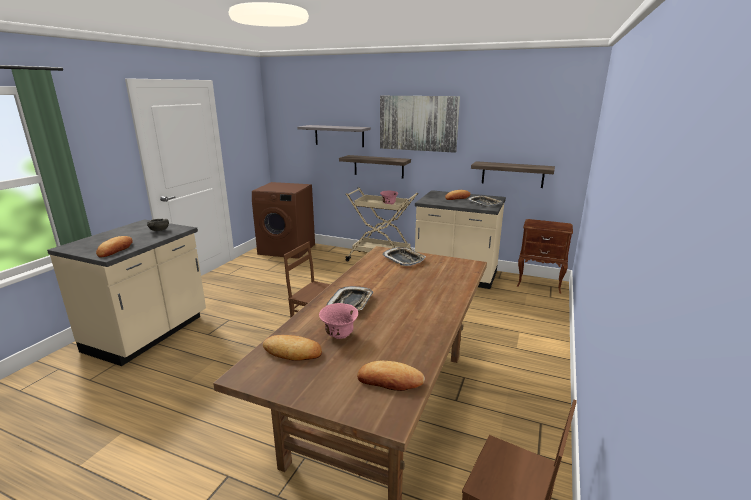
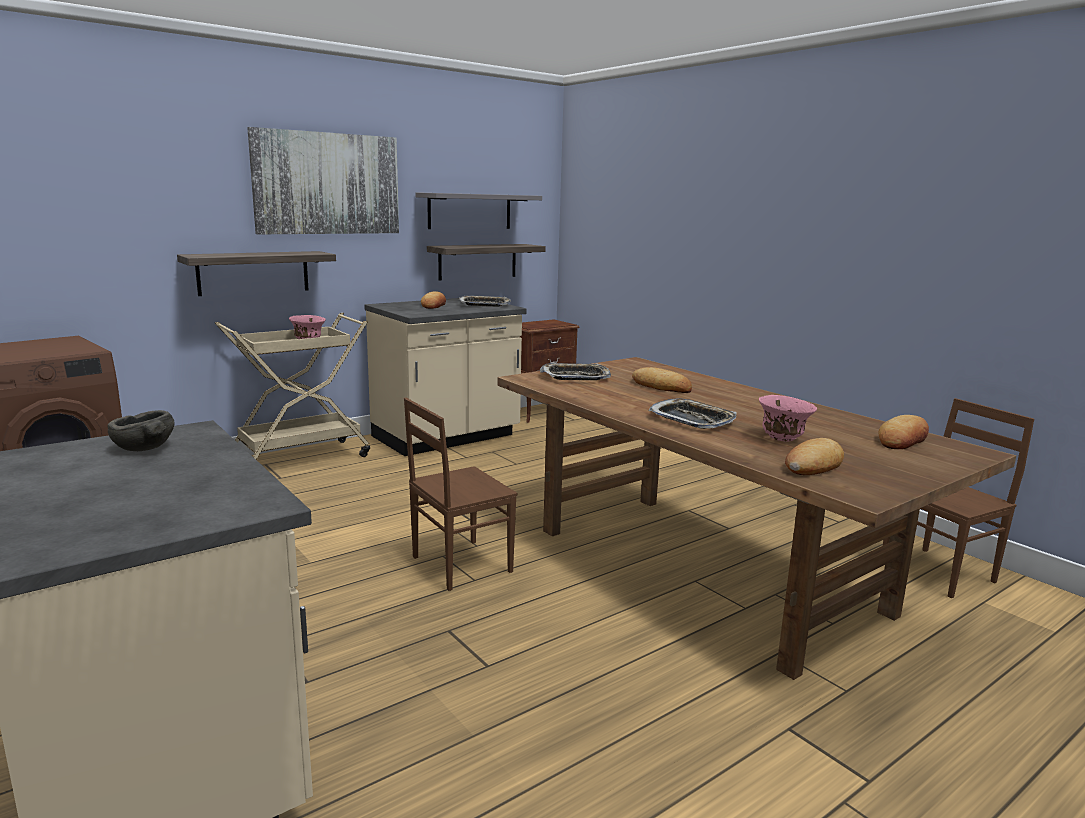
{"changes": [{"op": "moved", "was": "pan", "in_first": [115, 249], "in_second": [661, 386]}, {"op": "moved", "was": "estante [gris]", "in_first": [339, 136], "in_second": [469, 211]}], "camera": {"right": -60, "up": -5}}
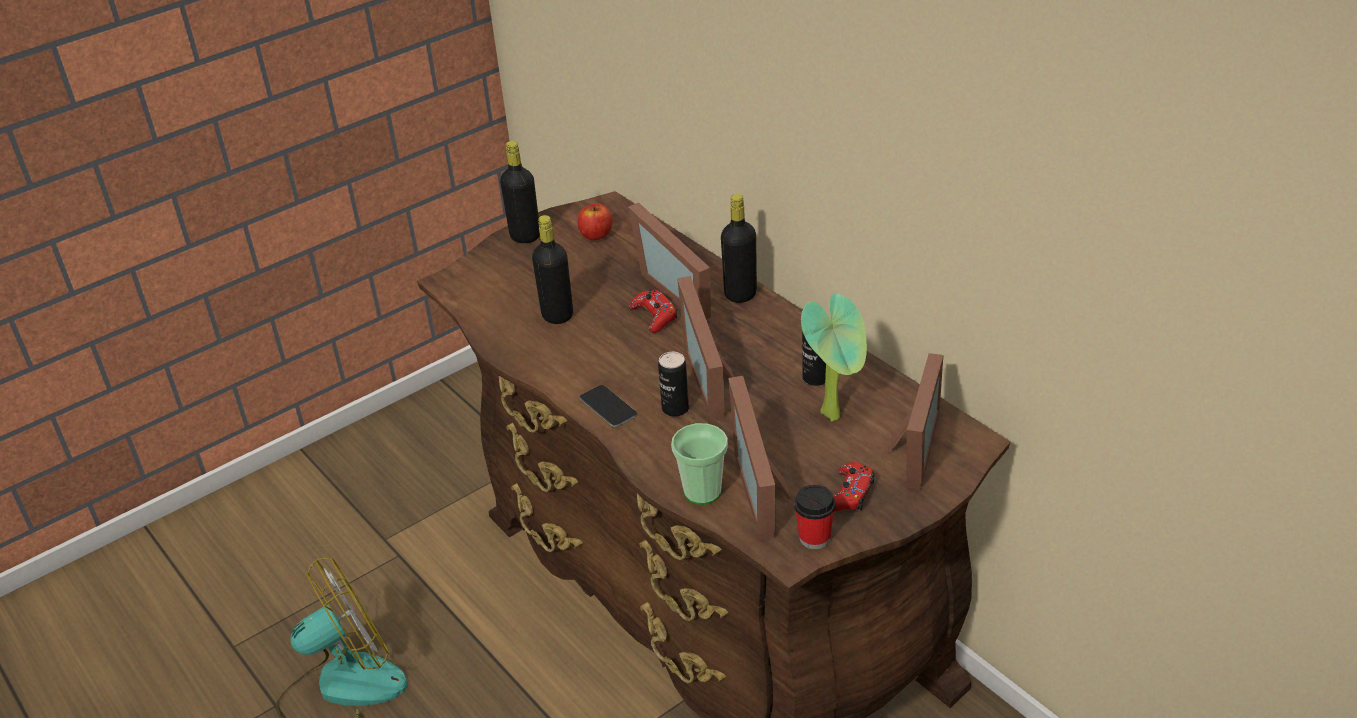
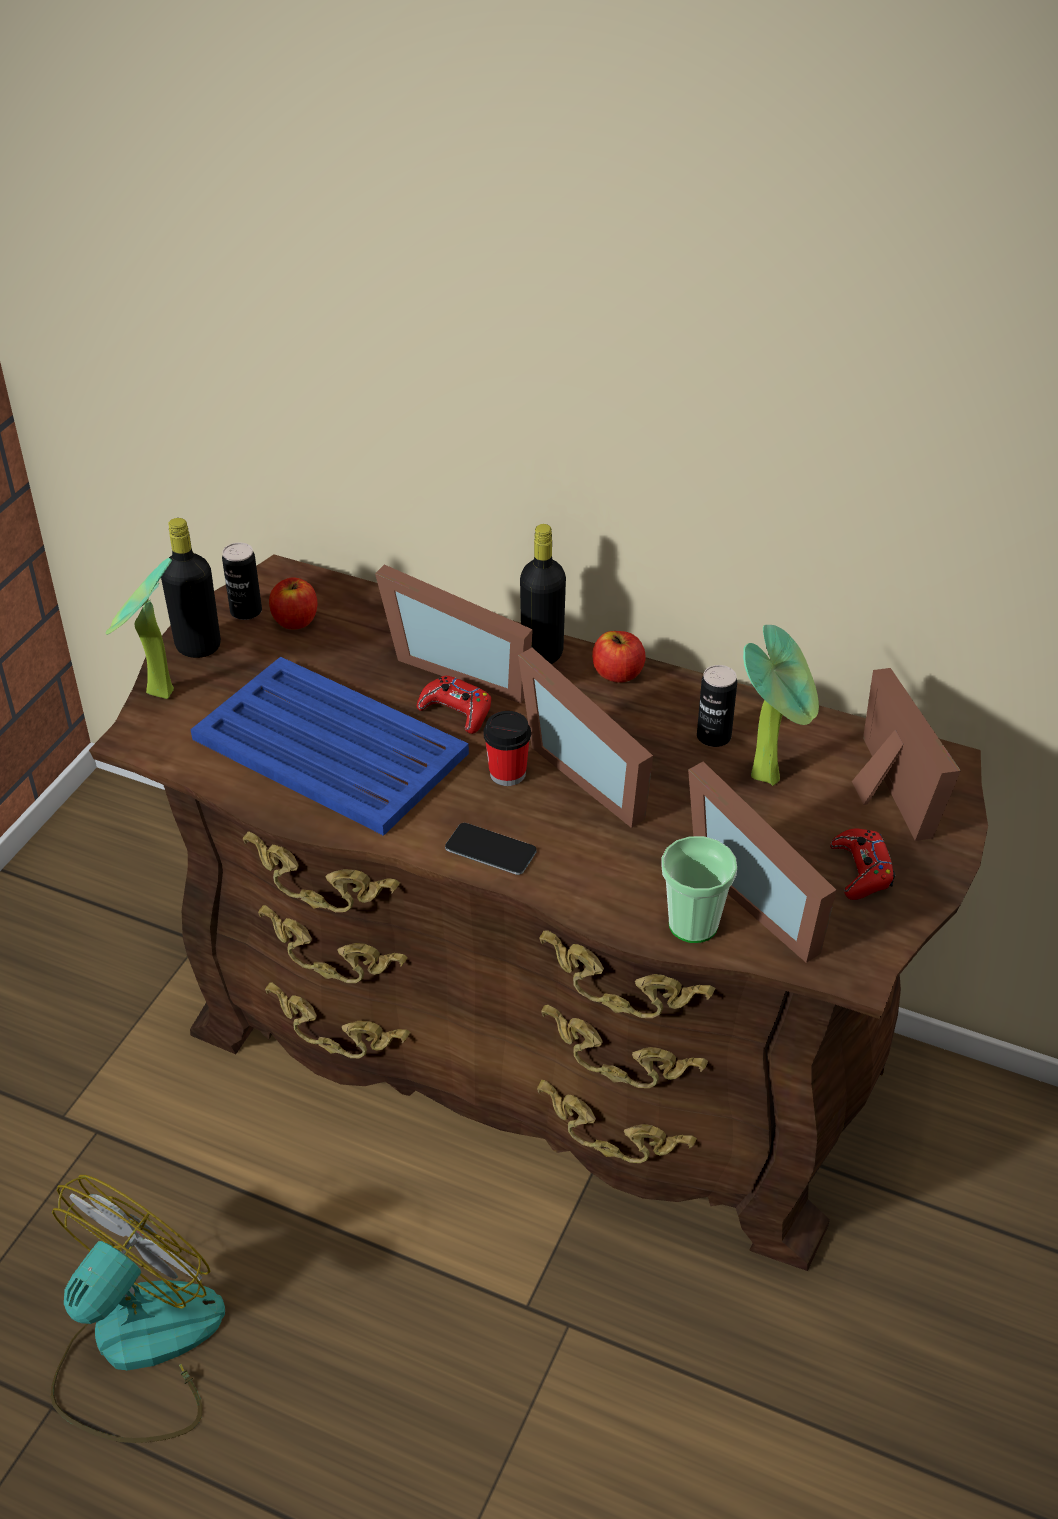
{"changes": [{"op": "added", "now": "planta en maceta", "in_second": [155, 696]}, {"op": "added", "now": "manzana", "in_second": [618, 674]}, {"op": "moved", "was": "lata", "in_first": [675, 409], "in_second": [246, 611]}, {"op": "moved", "was": "taza", "in_first": [814, 538], "in_second": [507, 773]}, {"op": "replaced", "was": "botella [negro]", "now": "bandeja [azul]", "in_first": [557, 315], "in_second": [328, 745]}], "camera": {"right": -30, "up": 5}}
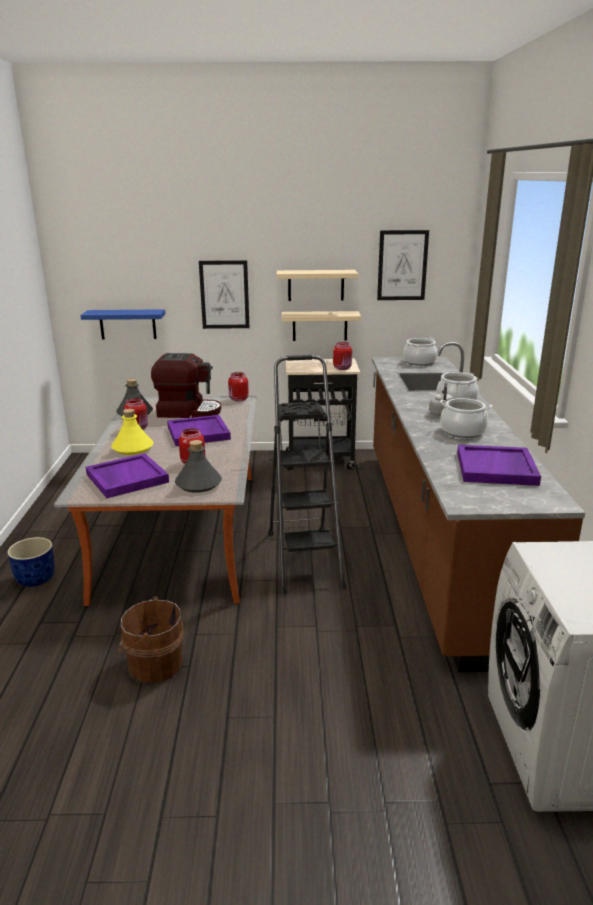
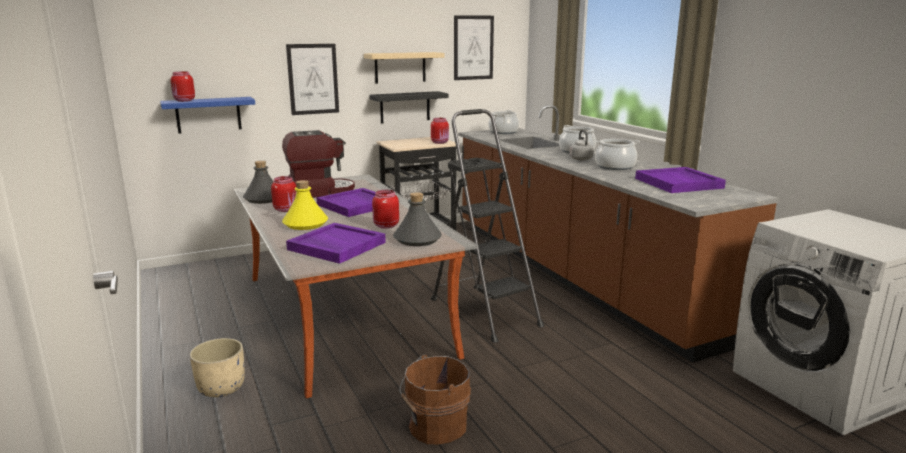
{"changes": [{"op": "moved", "was": "tarro [rojo]", "in_first": [238, 399], "in_second": [184, 100]}, {"op": "recoloured", "was": "maceta [azul]", "now": "maceta [beis]", "in_first": [35, 578], "in_second": [221, 388]}, {"op": "recoloured", "was": "estante [beis]", "now": "estante [negro]", "in_first": [320, 326], "in_second": [405, 107]}], "camera": {"right": -25, "up": -5}}
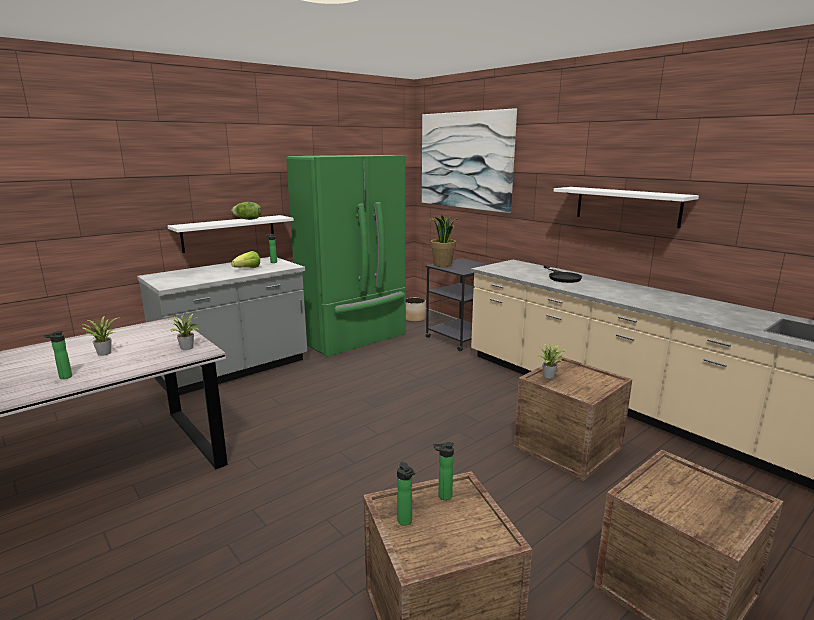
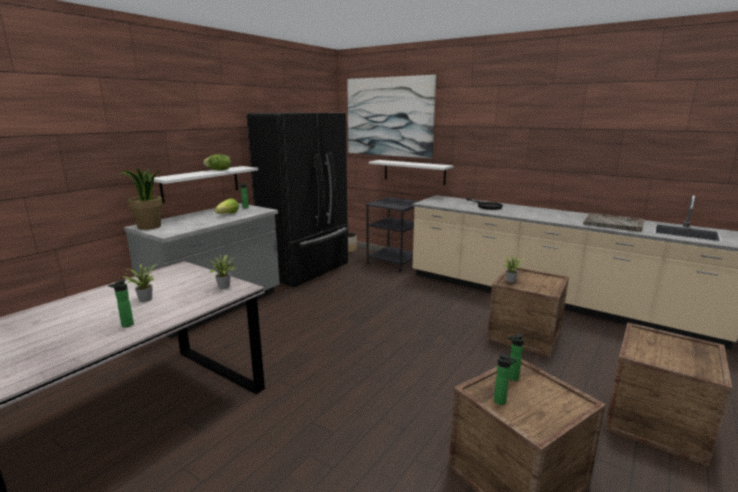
{"changes": [{"op": "added", "now": "bandeja [gris]", "in_second": [614, 223]}, {"op": "moved", "was": "planta en maceta", "in_first": [442, 265], "in_second": [149, 227]}, {"op": "moved", "was": "estante [blanco]", "in_first": [627, 206], "in_second": [414, 172]}, {"op": "recoloured", "was": "nevera [verde]", "now": "nevera [negro]", "in_first": [356, 338], "in_second": [309, 270]}], "camera": {"right": -15, "up": 0}}
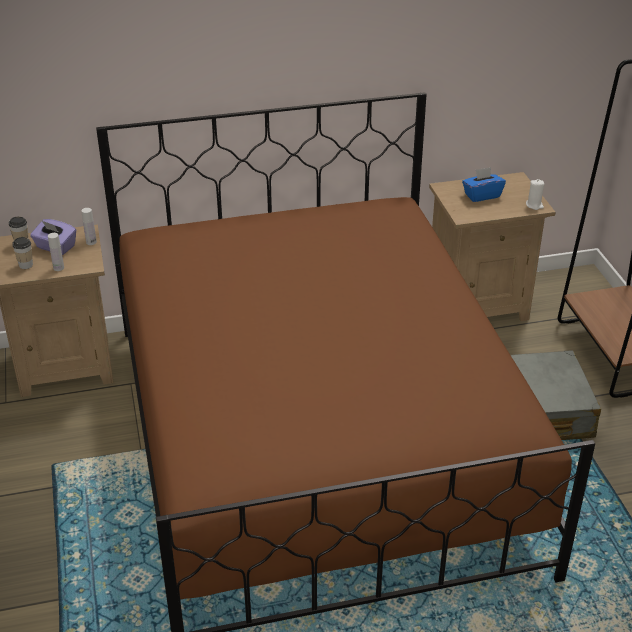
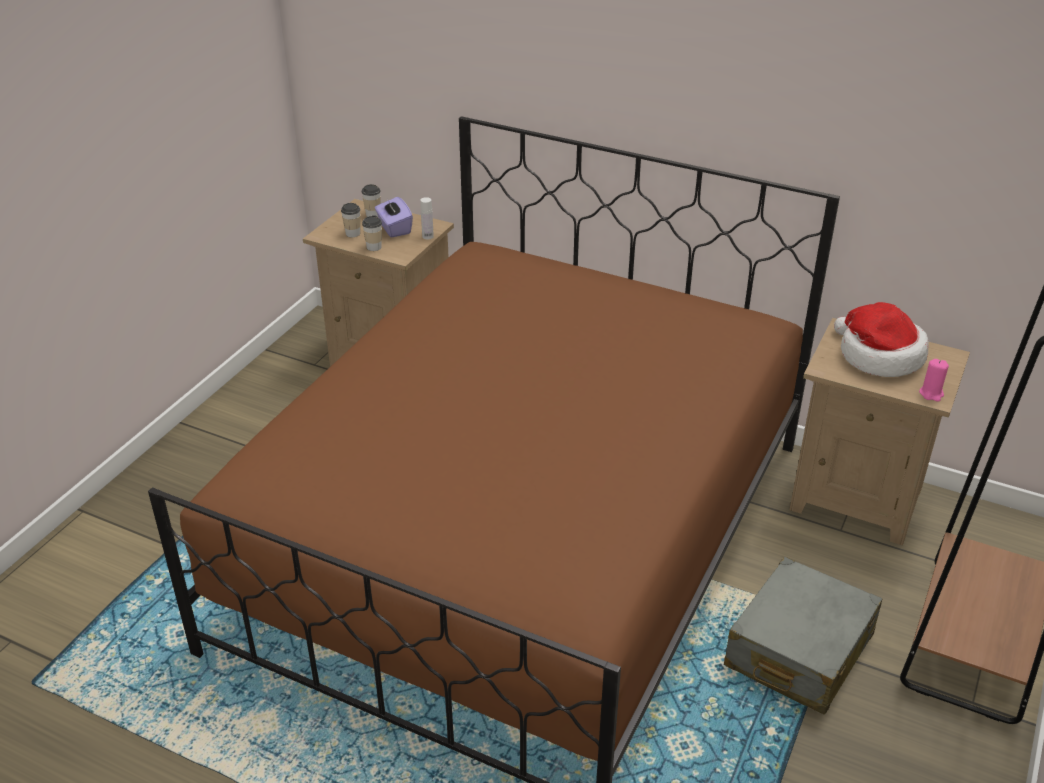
{"changes": [{"op": "replaced", "was": "botella [blanco]", "now": "taza", "in_first": [58, 268], "in_second": [374, 247]}, {"op": "replaced", "was": "caja de pañuelos [azul]", "now": "sombrero", "in_first": [482, 195], "in_second": [878, 356]}, {"op": "recoloured", "was": "vela [blanco]", "now": "vela [rosa]", "in_first": [534, 205], "in_second": [931, 394]}], "camera": {"right": 40, "up": 0}}
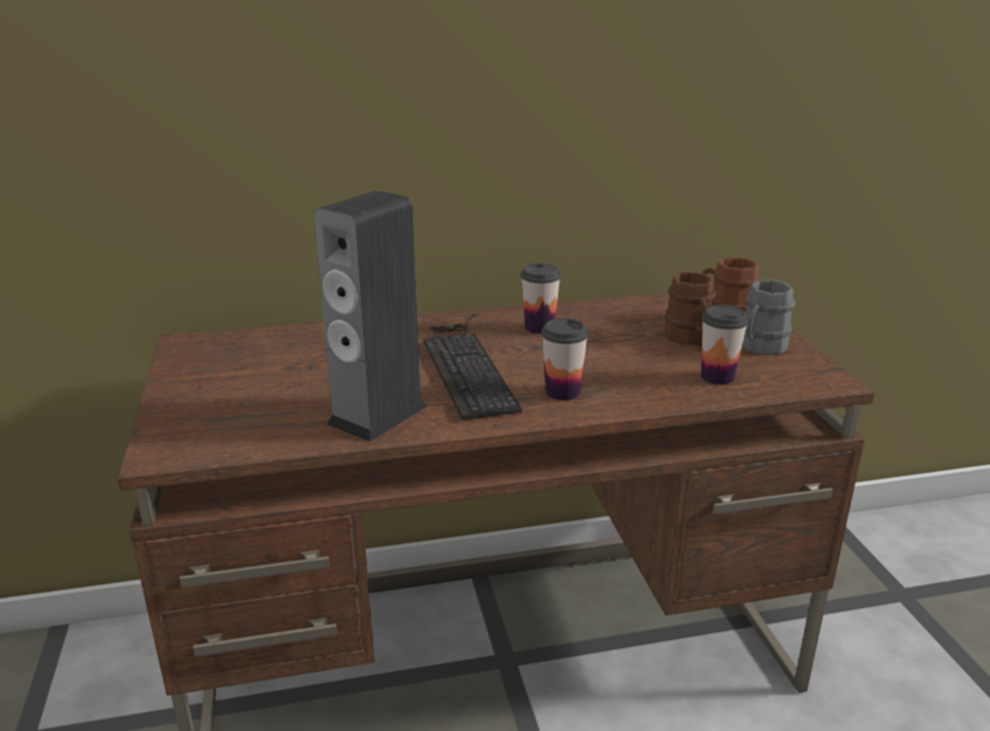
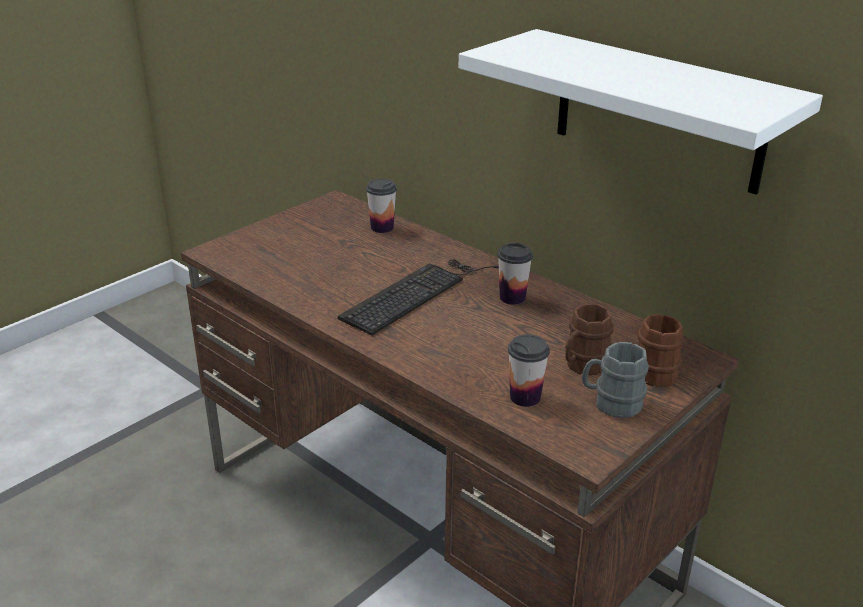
{"changes": [{"op": "removed", "was": "altavoz", "in_first": [377, 415]}, {"op": "added", "now": "estante [blanco]", "in_second": [658, 111]}, {"op": "moved", "was": "taza", "in_first": [562, 392], "in_second": [382, 227]}], "camera": {"right": 55, "up": 5}}
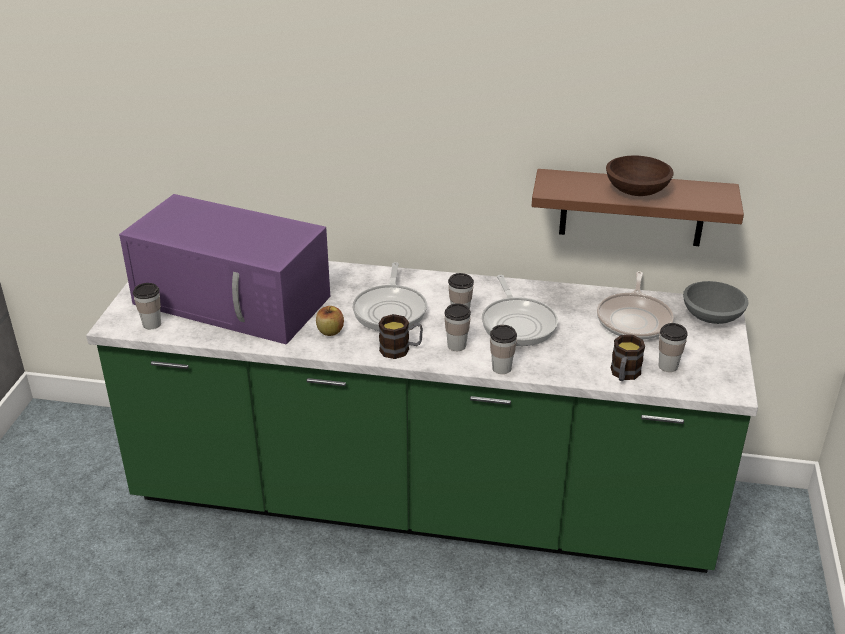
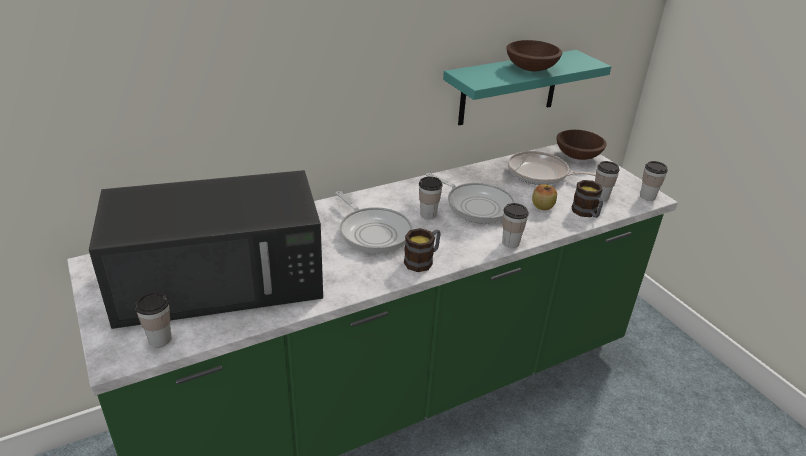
{"changes": [{"op": "moved", "was": "manzana", "in_first": [330, 331], "in_second": [542, 206]}, {"op": "moved", "was": "taza", "in_first": [456, 346], "in_second": [647, 196]}, {"op": "recoloured", "was": "microondas [morado]", "now": "microondas [negro]", "in_first": [235, 300], "in_second": [222, 279]}, {"op": "recoloured", "was": "estante [marrón]", "now": "estante [turquesa]", "in_first": [632, 208], "in_second": [509, 88]}, {"op": "recoloured", "was": "cuenco [gris]", "now": "cuenco [marrón]", "in_first": [710, 316], "in_second": [577, 155]}, {"op": "turned", "was": "sartén", "in_first": [634, 319], "in_second": [541, 174], "clockwise": 135}], "camera": {"right": -40, "up": 0}}
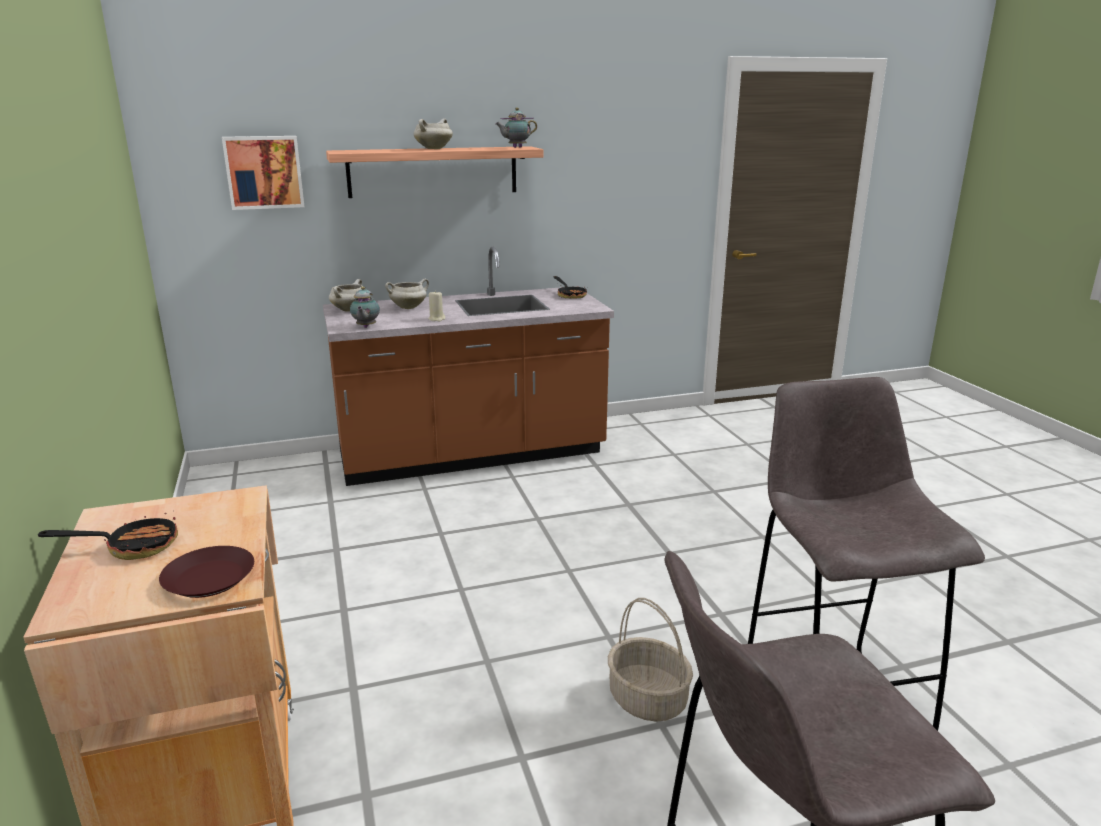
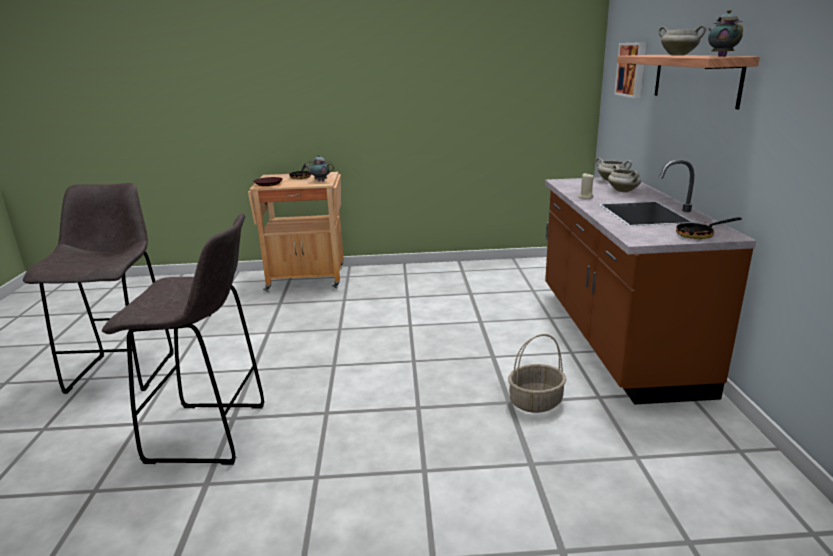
{"changes": [{"op": "moved", "was": "tetera", "in_first": [365, 327], "in_second": [320, 181]}, {"op": "moved", "was": "cesta", "in_first": [648, 699], "in_second": [535, 402]}], "camera": {"right": 105, "up": 0}}
